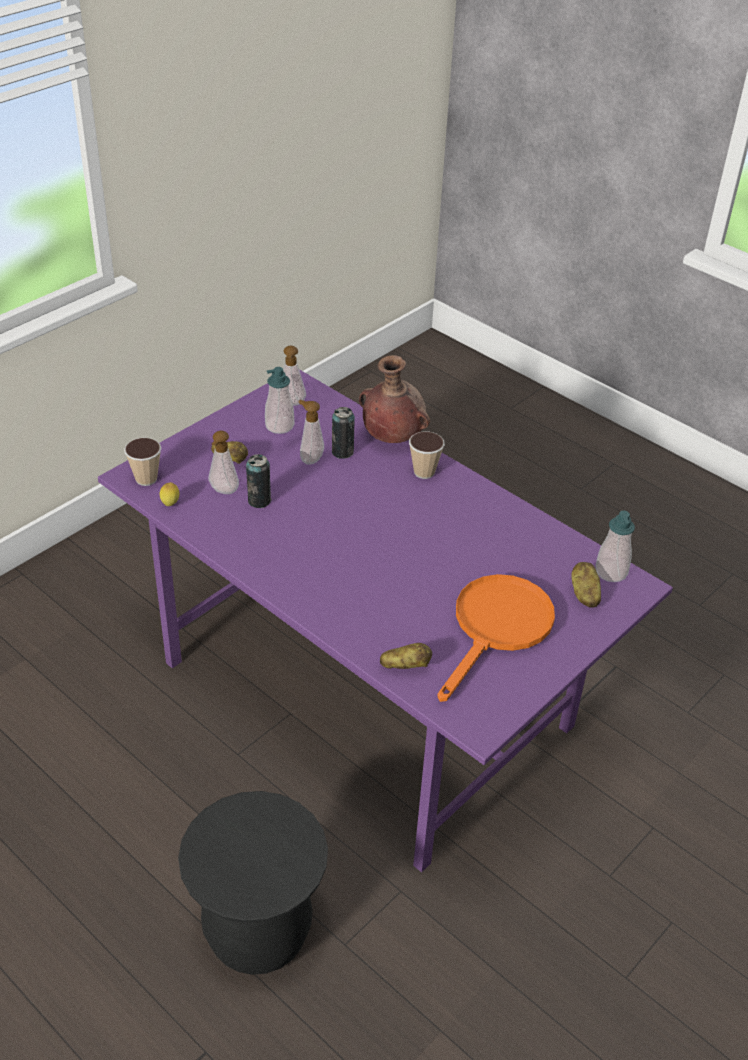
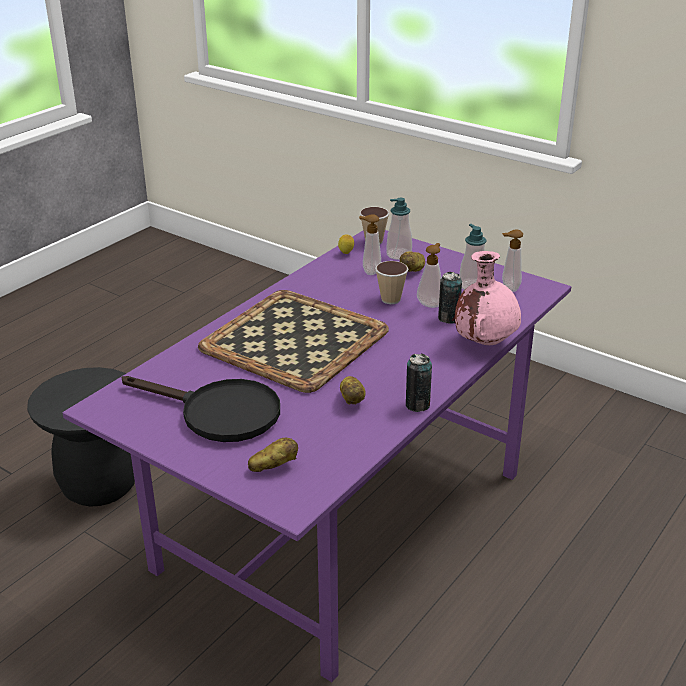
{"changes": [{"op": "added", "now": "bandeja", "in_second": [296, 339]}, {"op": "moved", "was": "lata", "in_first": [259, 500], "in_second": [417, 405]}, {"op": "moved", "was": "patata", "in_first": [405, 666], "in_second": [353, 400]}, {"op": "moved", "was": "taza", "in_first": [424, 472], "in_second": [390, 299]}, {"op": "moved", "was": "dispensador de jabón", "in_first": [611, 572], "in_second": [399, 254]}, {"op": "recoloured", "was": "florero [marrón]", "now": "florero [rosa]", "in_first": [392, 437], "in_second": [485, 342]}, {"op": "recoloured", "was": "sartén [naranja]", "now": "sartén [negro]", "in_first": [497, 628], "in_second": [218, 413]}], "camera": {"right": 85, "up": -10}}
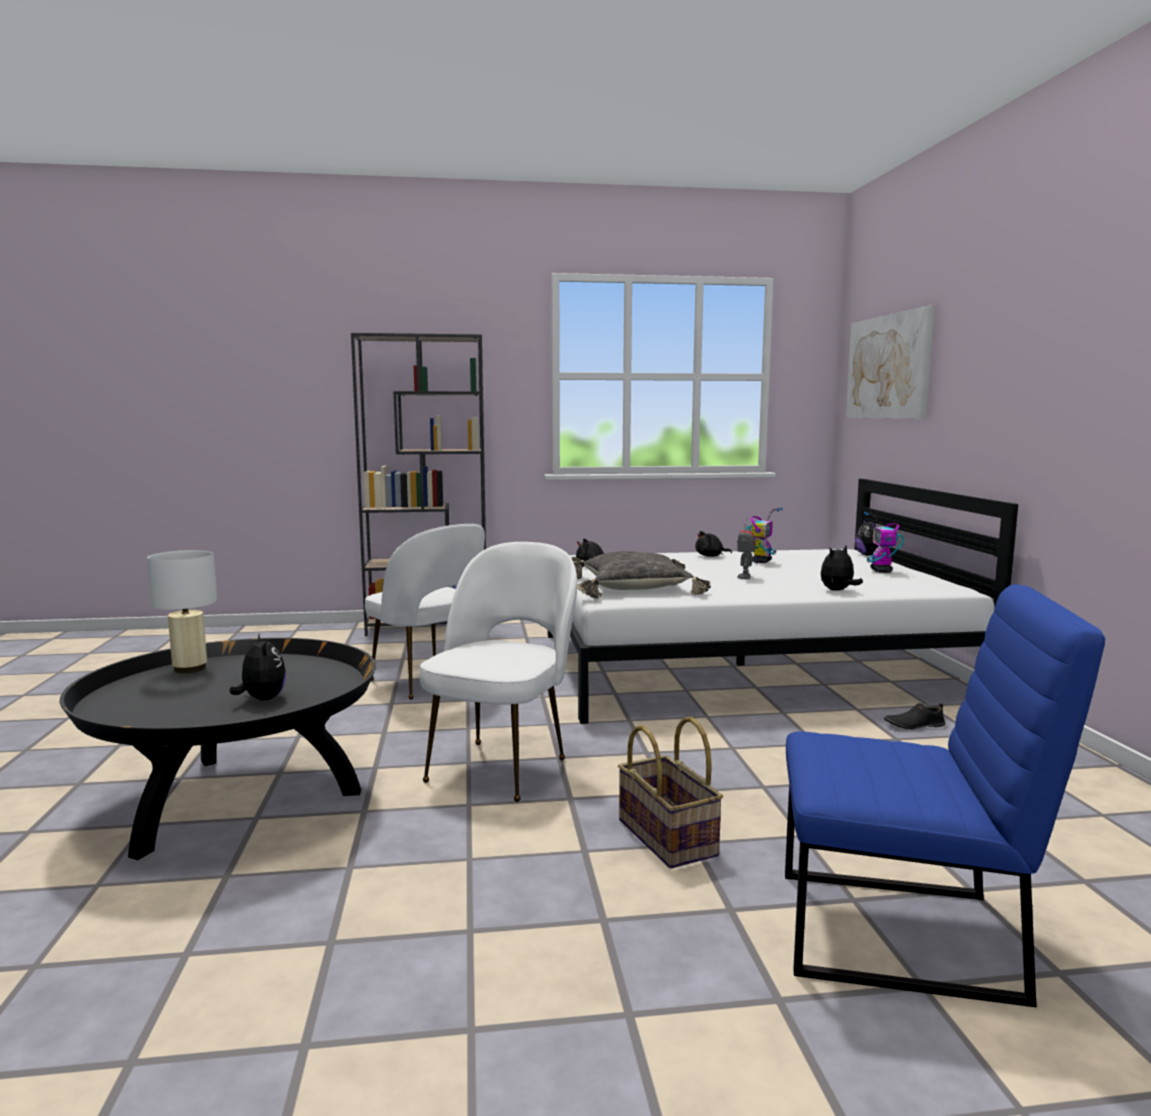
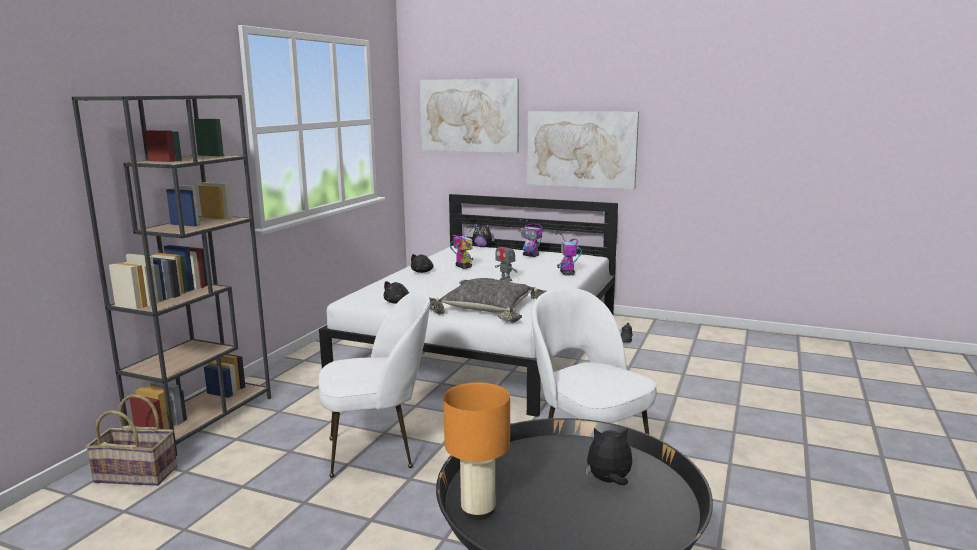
{"changes": [{"op": "removed", "was": "silla [azul]", "in_first": [904, 935]}, {"op": "added", "now": "cuadro", "in_second": [581, 149]}, {"op": "moved", "was": "cesta", "in_first": [669, 837], "in_second": [137, 474]}, {"op": "replaced", "was": "peluche", "now": "robot de juguete", "in_first": [838, 591], "in_second": [567, 274]}, {"op": "recoloured", "was": "lámpara de mesa [blanco]", "now": "lámpara de mesa [naranja]", "in_first": [189, 669], "in_second": [478, 511]}], "camera": {"right": -60, "up": 5}}
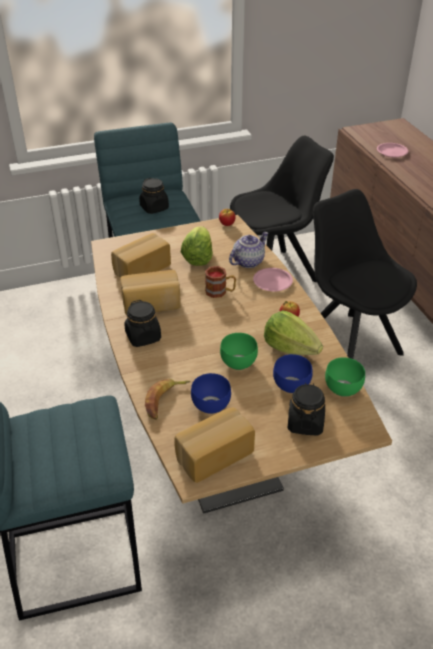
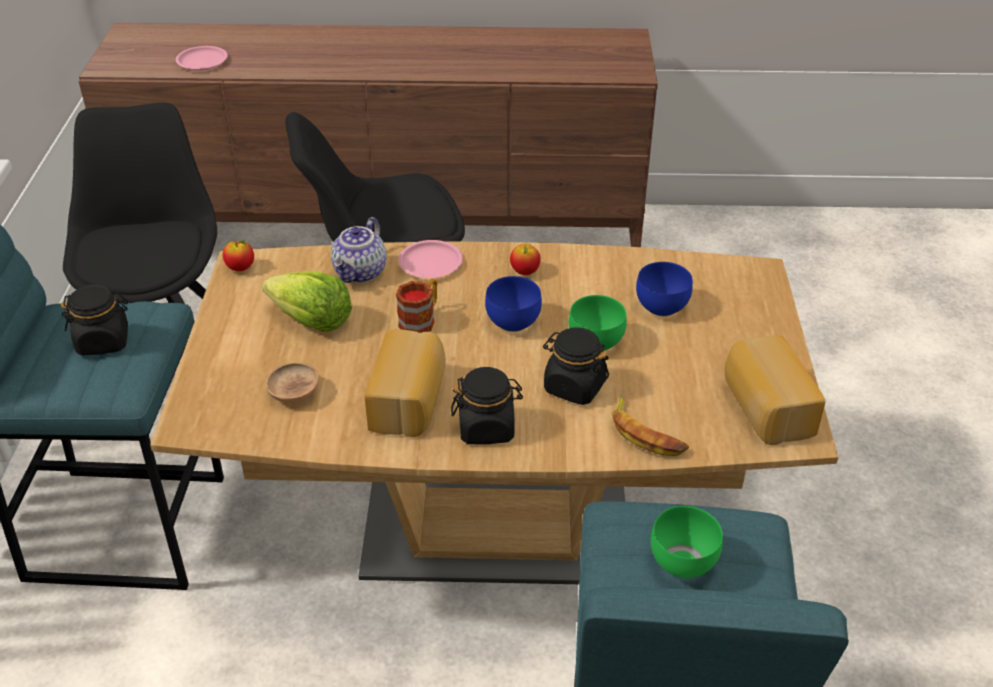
{"changes": [{"op": "removed", "was": "lechuga", "in_first": [290, 348]}, {"op": "moved", "was": "cuenco [azul]", "in_first": [212, 406], "in_second": [514, 321]}, {"op": "moved", "was": "tarro [negro]", "in_first": [305, 422], "in_second": [574, 386]}, {"op": "moved", "was": "cuenco [verde]", "in_first": [343, 390], "in_second": [685, 562]}, {"op": "replaced", "was": "pan", "now": "cuenco [marrón]", "in_first": [141, 268], "in_second": [294, 394]}, {"op": "turned", "was": "tetera", "in_first": [247, 261], "in_second": [361, 273], "clockwise": -135}], "camera": {"right": -70, "up": 0}}
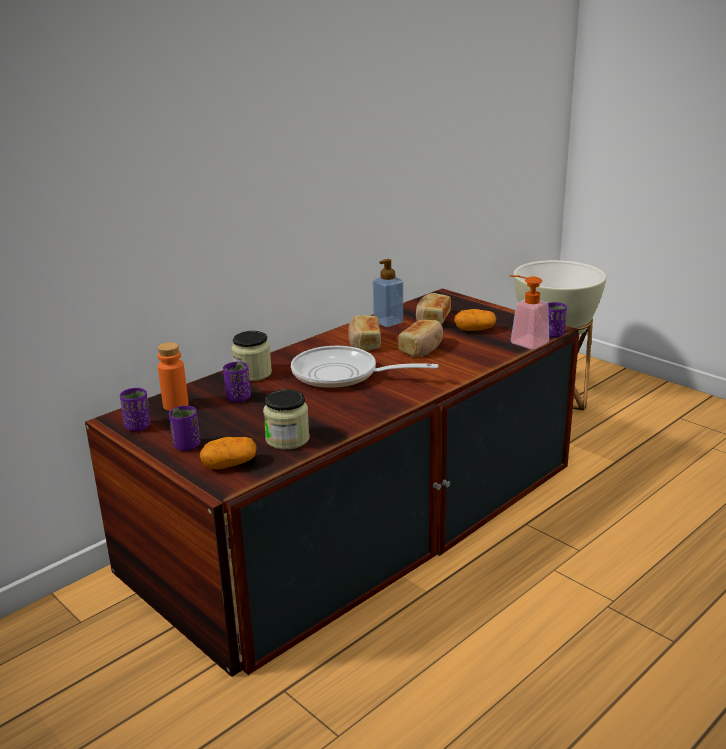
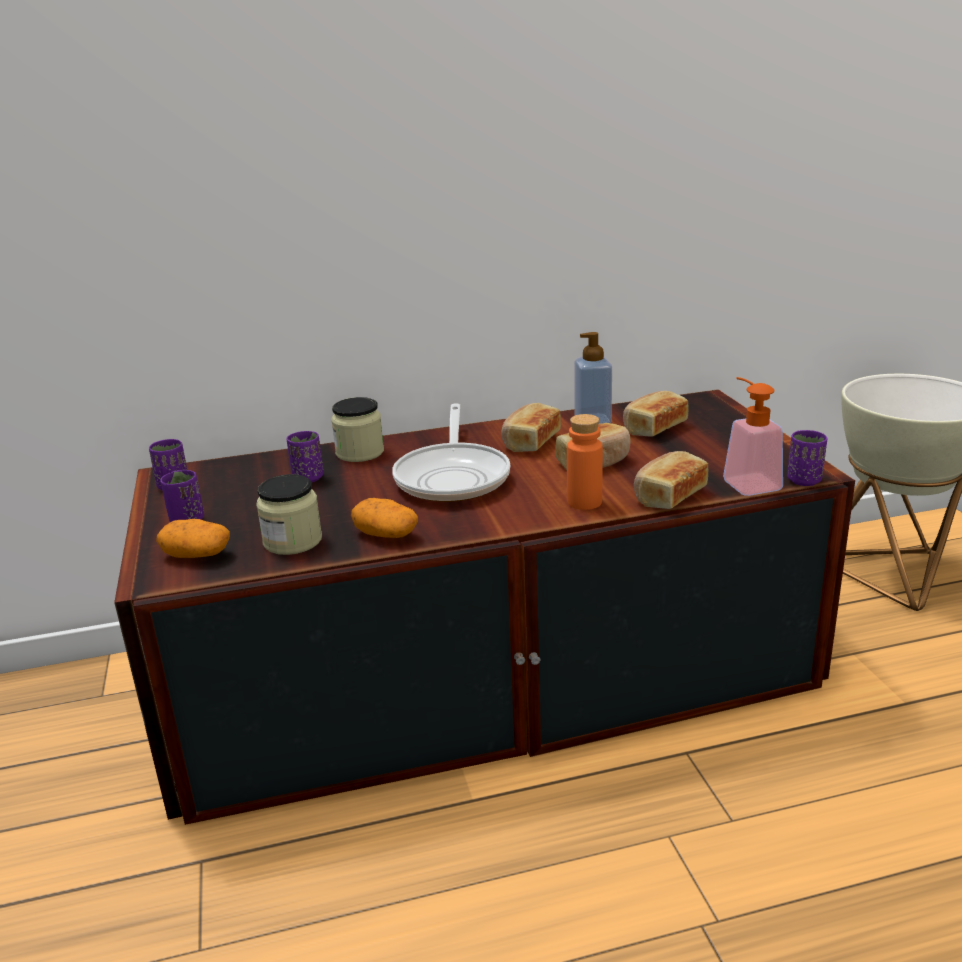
{"changes": [{"op": "added", "now": "pan", "in_second": [668, 496]}, {"op": "moved", "was": "botella [naranja]", "in_first": [175, 405], "in_second": [584, 502]}, {"op": "moved", "was": "patata", "in_first": [474, 330], "in_second": [385, 535]}, {"op": "turned", "was": "sartén", "in_first": [342, 375], "in_second": [453, 476], "clockwise": -135}], "camera": {"right": 30, "up": 0}}
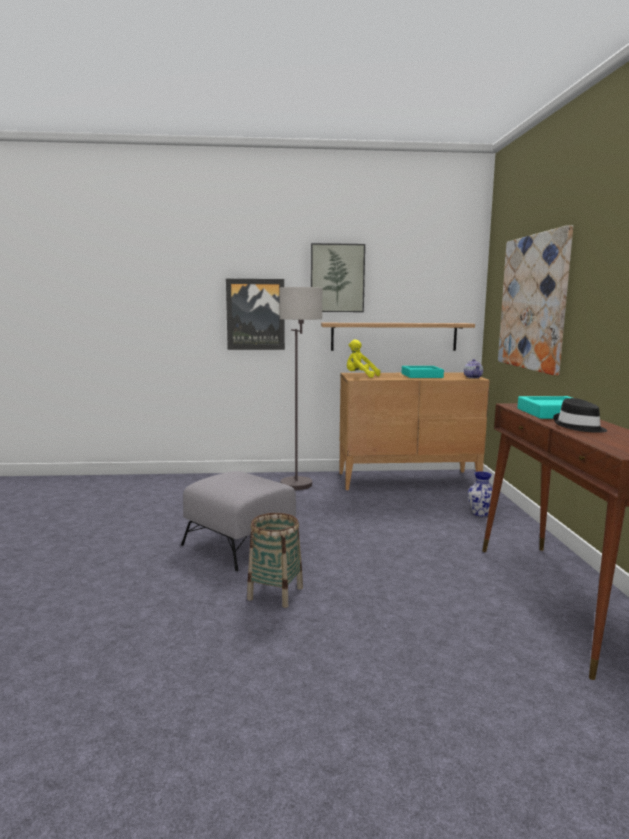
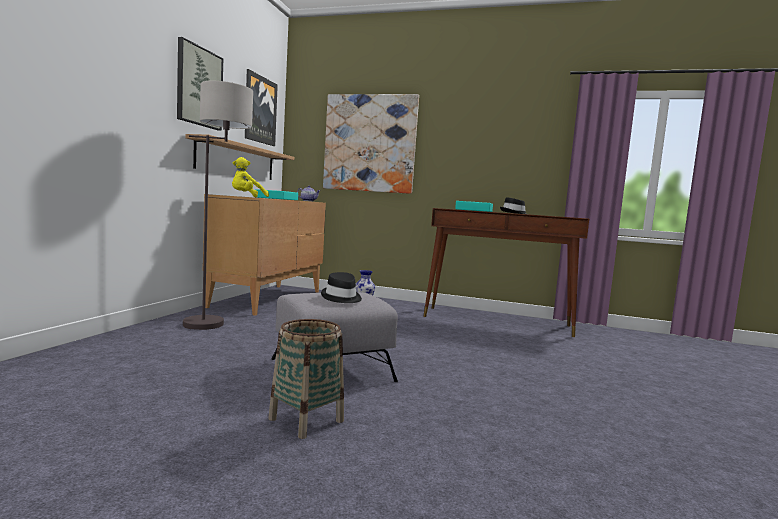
{"changes": [{"op": "added", "now": "sombrero [negro]", "in_second": [341, 298]}, {"op": "moved", "was": "cuadro", "in_first": [255, 314], "in_second": [260, 110]}, {"op": "moved", "was": "cesta", "in_first": [275, 593], "in_second": [306, 420]}], "camera": {"right": -70, "up": -5}}
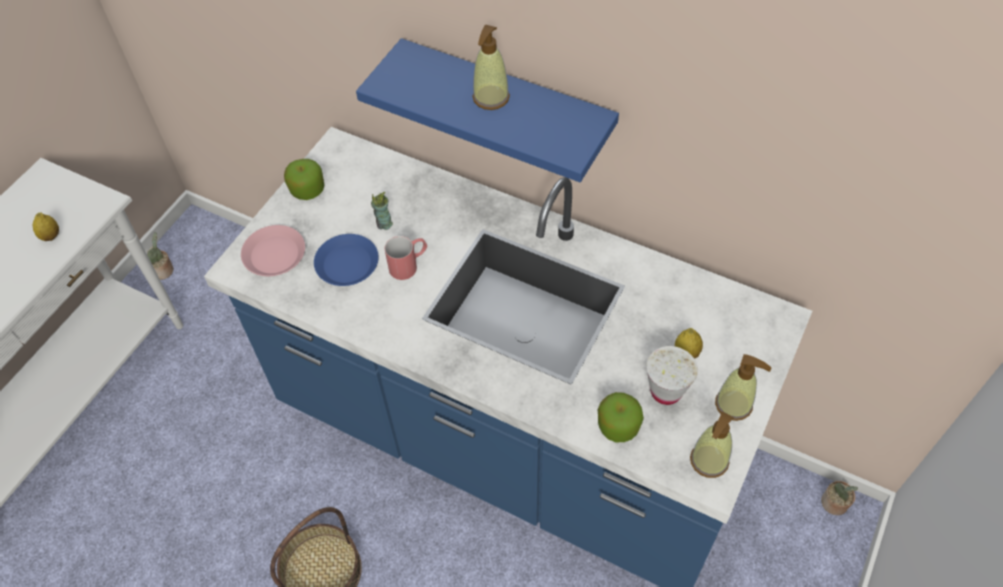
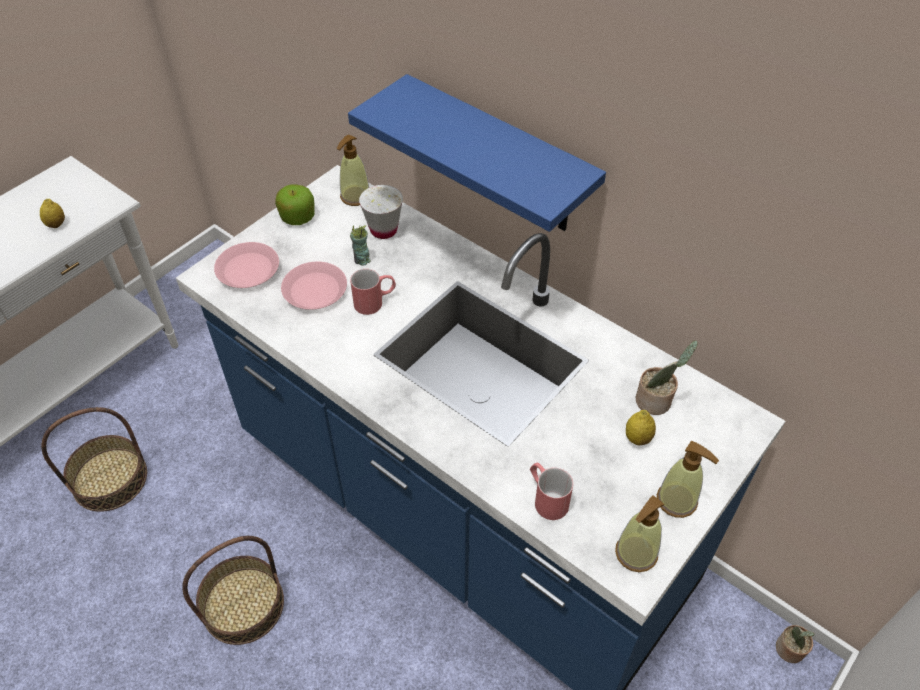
{"changes": [{"op": "added", "now": "cesta", "in_second": [110, 479]}, {"op": "moved", "was": "planta en maceta", "in_first": [164, 271], "in_second": [656, 401]}, {"op": "moved", "was": "dispensador de jabón", "in_first": [491, 98], "in_second": [355, 196]}, {"op": "moved", "was": "taza [blanco]", "in_first": [666, 391], "in_second": [383, 230]}, {"op": "replaced", "was": "manzana", "now": "taza grande [rojo]", "in_first": [618, 426], "in_second": [546, 498]}, {"op": "recoloured", "was": "plato [azul]", "now": "plato [rosa]", "in_first": [347, 264], "in_second": [315, 291]}], "camera": {"right": 10, "up": -5}}
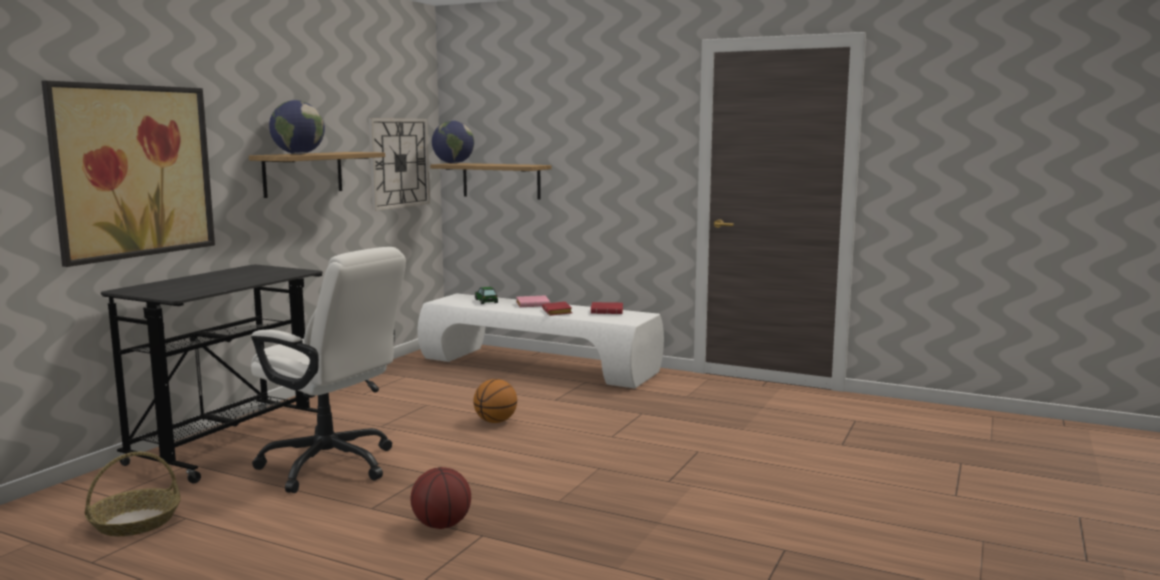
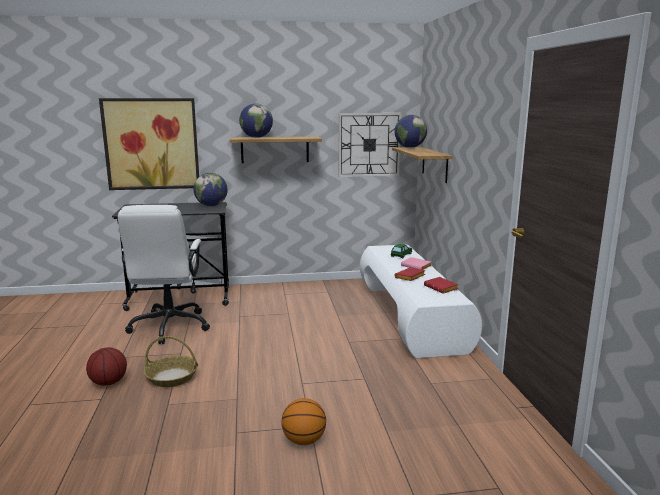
{"changes": [{"op": "added", "now": "globo terráqueo", "in_second": [211, 205]}, {"op": "moved", "was": "cesta", "in_first": [135, 522], "in_second": [171, 377]}, {"op": "moved", "was": "balón de baloncesto", "in_first": [496, 421], "in_second": [304, 440]}], "camera": {"right": 55, "up": 5}}
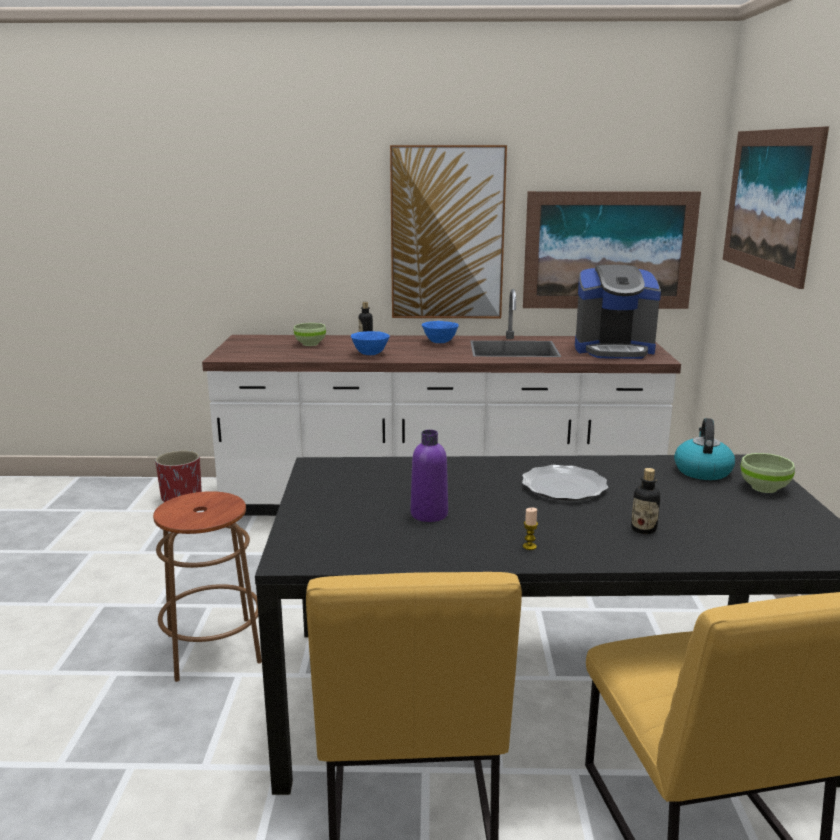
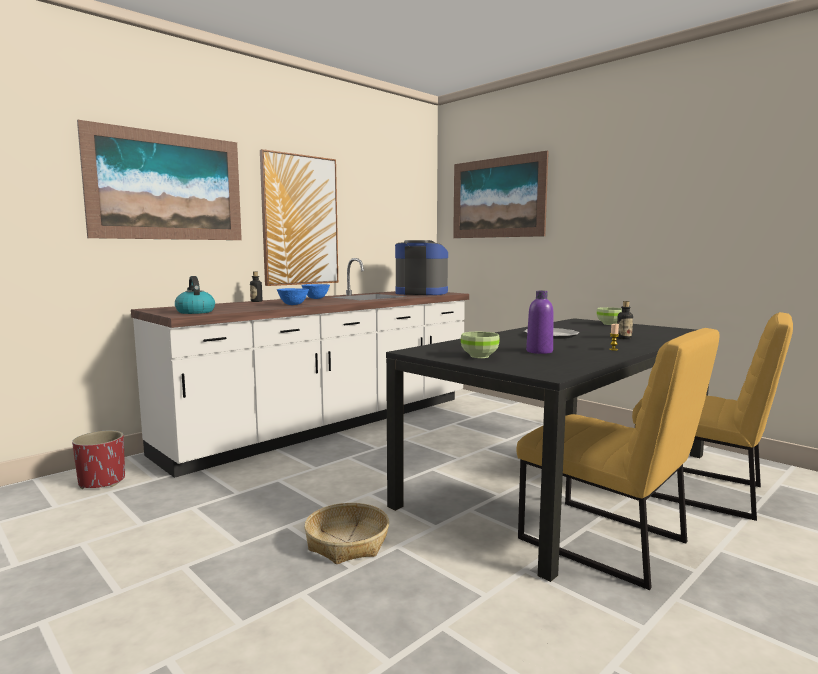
{"changes": [{"op": "moved", "was": "cuenco [verde]", "in_first": [311, 344], "in_second": [479, 356]}, {"op": "moved", "was": "cuadro", "in_first": [609, 251], "in_second": [167, 186]}, {"op": "moved", "was": "hervidor", "in_first": [702, 471], "in_second": [195, 312]}, {"op": "replaced", "was": "taburete [marrón]", "now": "cesta", "in_first": [213, 648], "in_second": [347, 543]}, {"op": "turned", "was": "cafetera", "in_first": [613, 350], "in_second": [421, 293], "clockwise": -120}], "camera": {"right": -45, "up": -10}}
